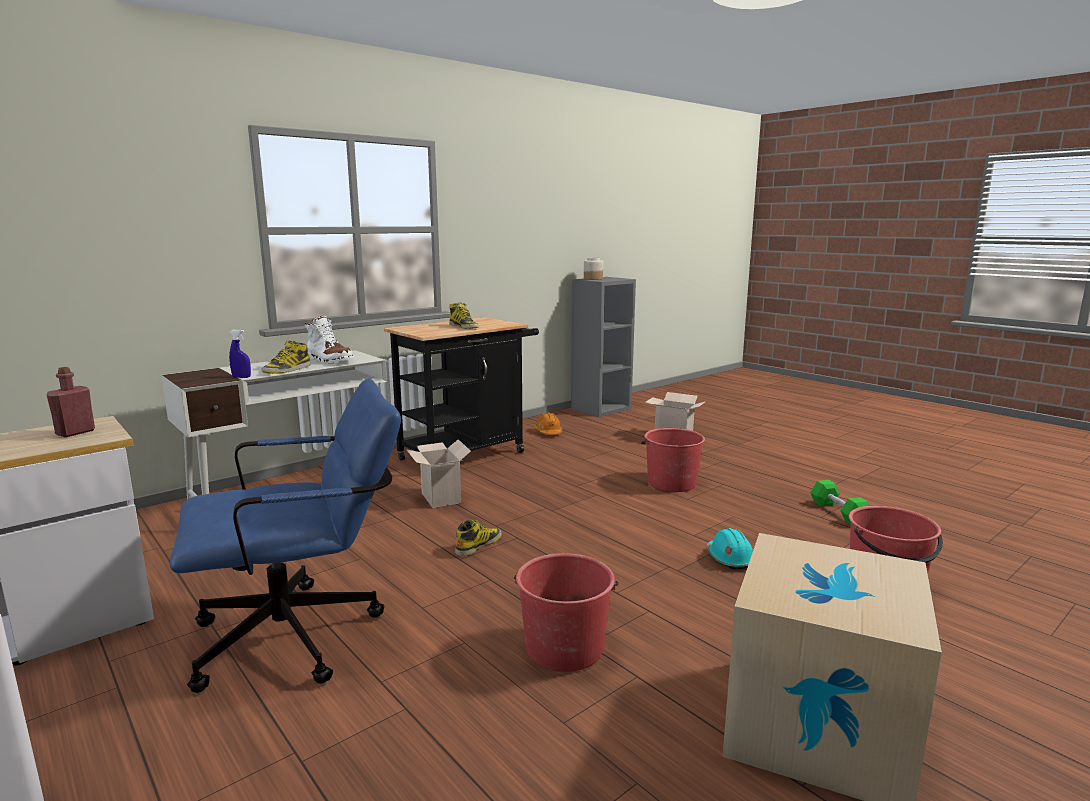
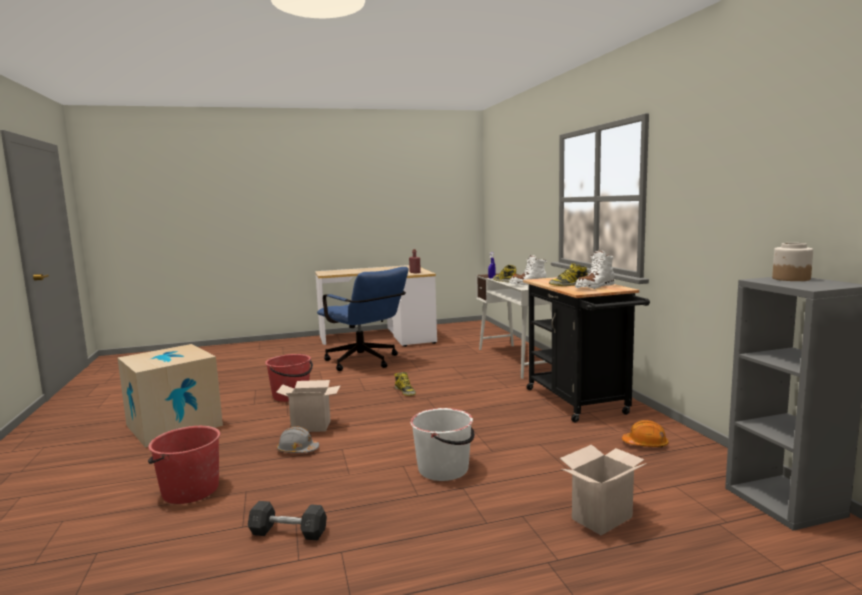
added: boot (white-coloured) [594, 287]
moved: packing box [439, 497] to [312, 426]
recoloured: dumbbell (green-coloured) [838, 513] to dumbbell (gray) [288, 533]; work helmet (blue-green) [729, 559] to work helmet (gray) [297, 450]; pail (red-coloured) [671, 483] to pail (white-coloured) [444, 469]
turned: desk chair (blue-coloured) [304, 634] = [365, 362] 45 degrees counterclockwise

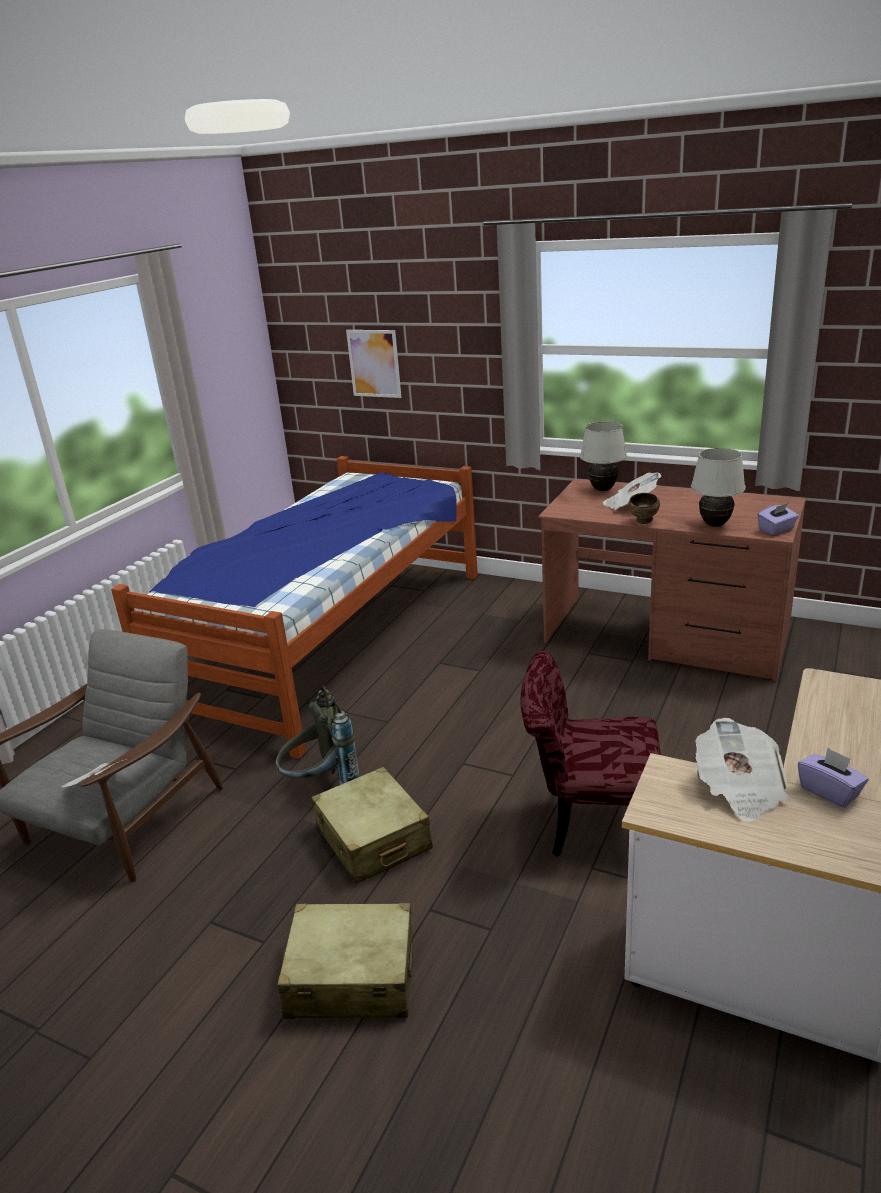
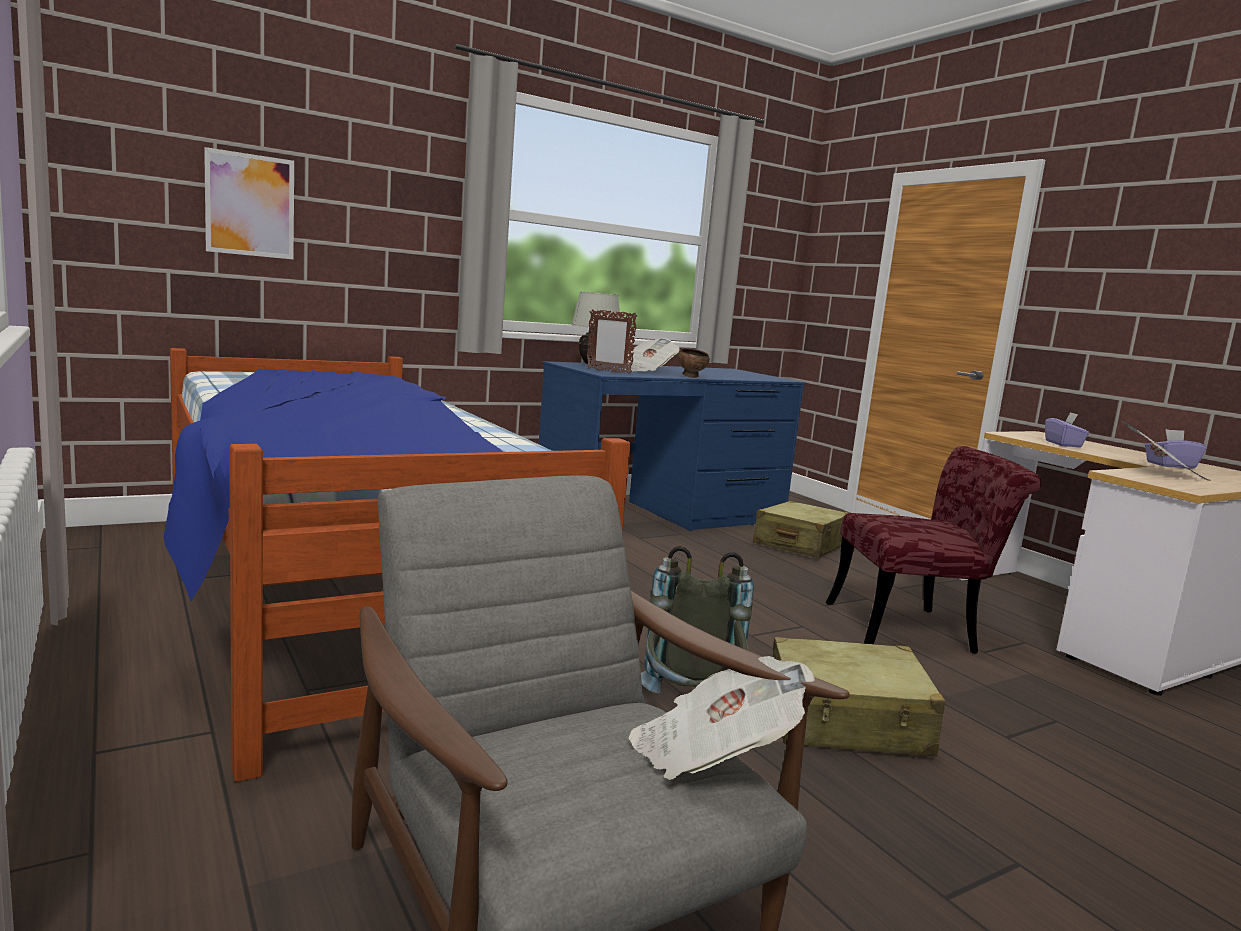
removed: tabletop lamp (white-coloured) [715, 525]
added: standing frame [608, 371]
moved: suitcase (sand-coloured) [351, 976] to [800, 545]; tissue holder (purplish) [776, 529] to [1063, 444]
recoloured: desk table (brown) [666, 635] to desk table (blue-coloured) [663, 515]
turned: upright chair (red-coloured) [590, 822] = [915, 629] 135 degrees counterclockwise

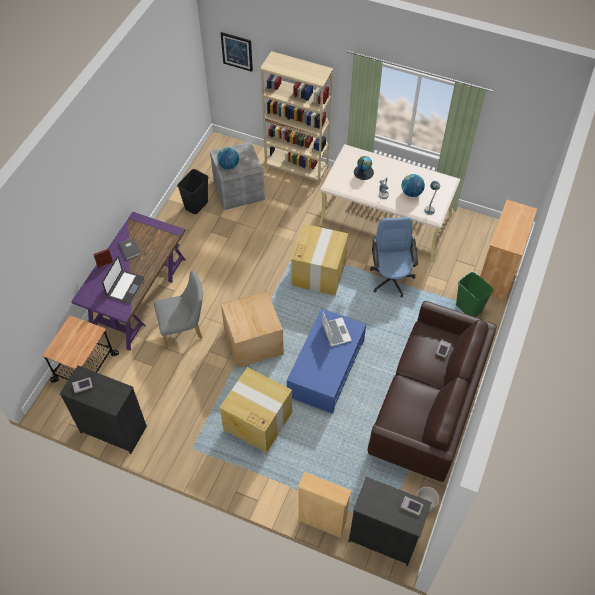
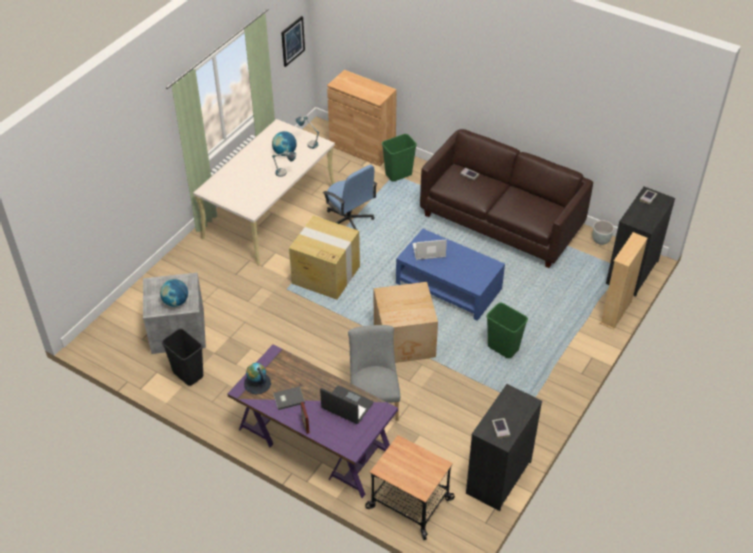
removed: bookshelf (sand-coloured) [296, 167]
moved: globe [363, 172] to [257, 383]; wall picture [237, 51] to [292, 41]
replaced: packing box [257, 421] to rubbish bin (green-coloured) [502, 348]
turned: desk chair (blue-coloured) [391, 278] = [349, 221] 135 degrees counterclockwise

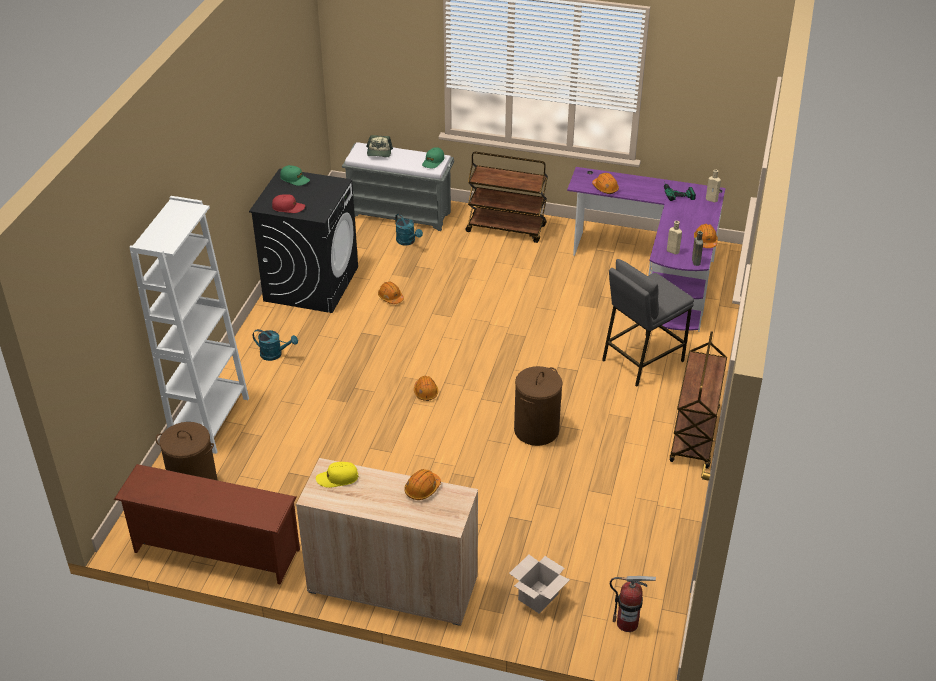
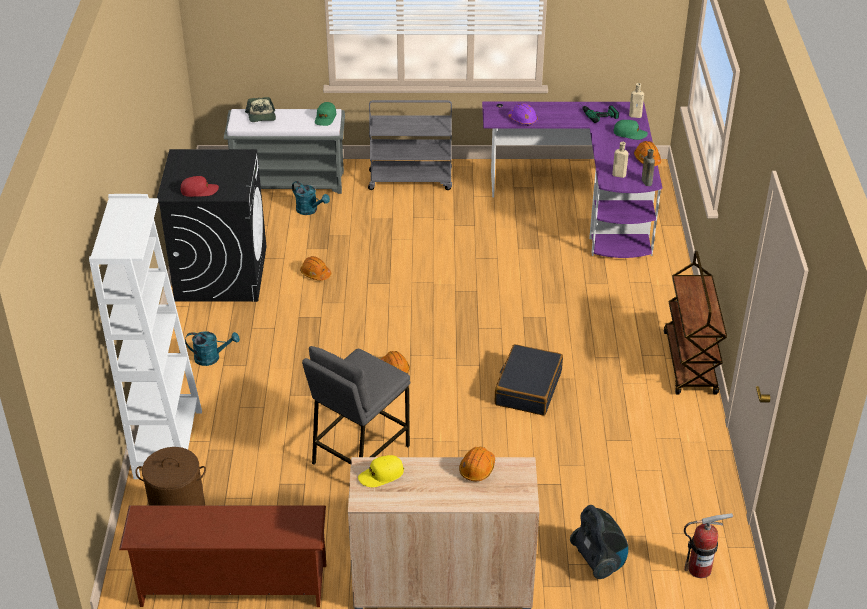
moved: sitting stool (gray) [642, 360] to [359, 454]; baseball cap (green-coloured) [295, 179] to [630, 133]
replaced: laundry basket (brown) [536, 430] to suitcase (blackish) [527, 388]; packing box [538, 596] to vacuum [599, 560]
recoloured: wheeled cart (brown) [506, 228] to wheeled cart (gray) [411, 180]; work helmet (orangey) [605, 188] to work helmet (purplish) [522, 120]

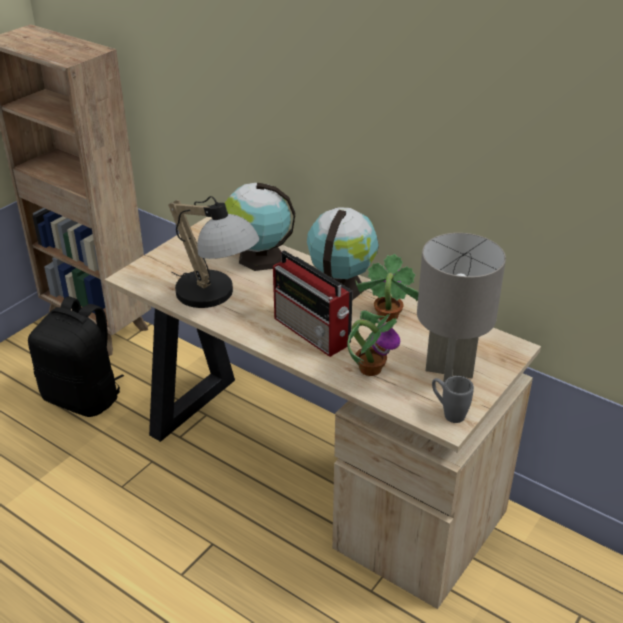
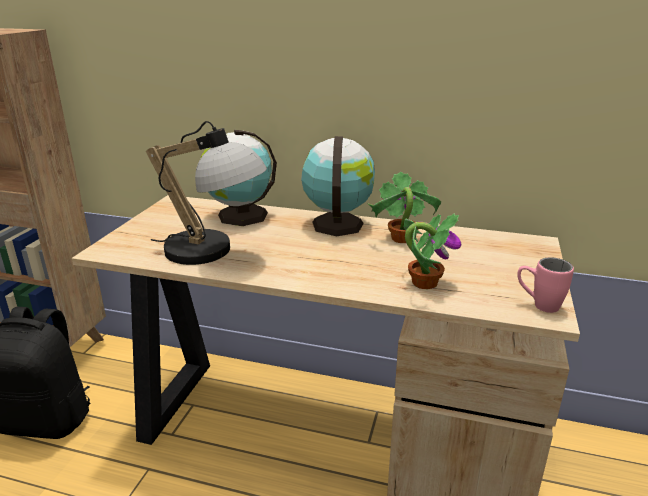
removed: radio set [313, 332]; tabletop lamp (gray) [448, 372]
recoloured: mug (gray) [448, 413] to mug (pinkish) [538, 305]

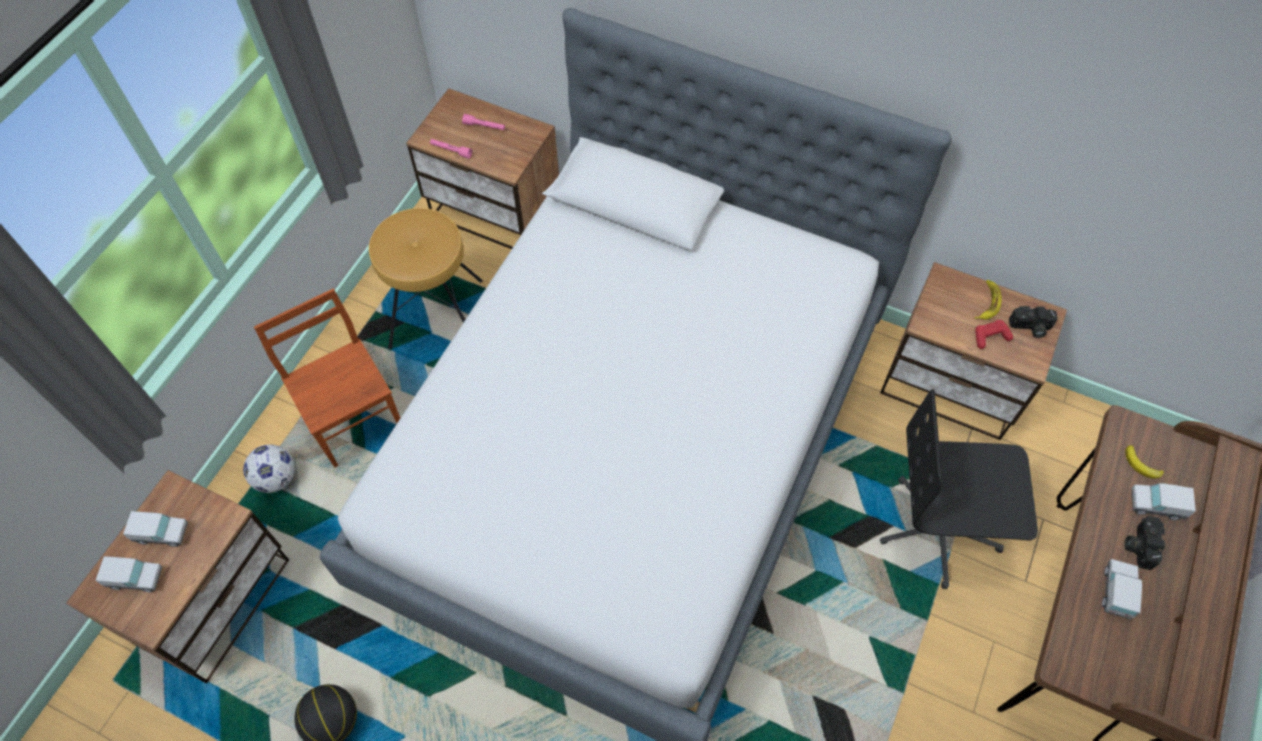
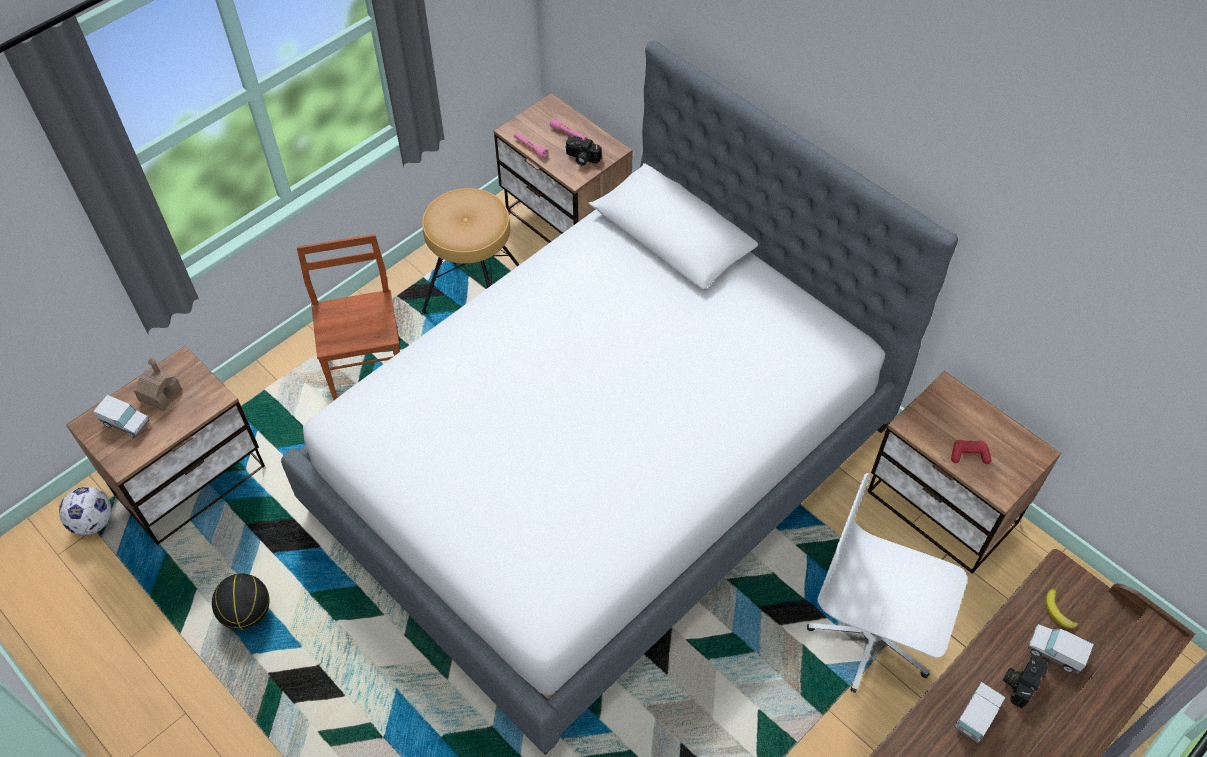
removed: banana [987, 302]
moved: ball for football [276, 478] to [94, 522]; photo camera [1030, 328] to [581, 158]
replaced: toy truck [162, 533] to toy house [160, 394]
recoloured: desk chair (blackish) [939, 529] to desk chair (white-coloured) [872, 636]

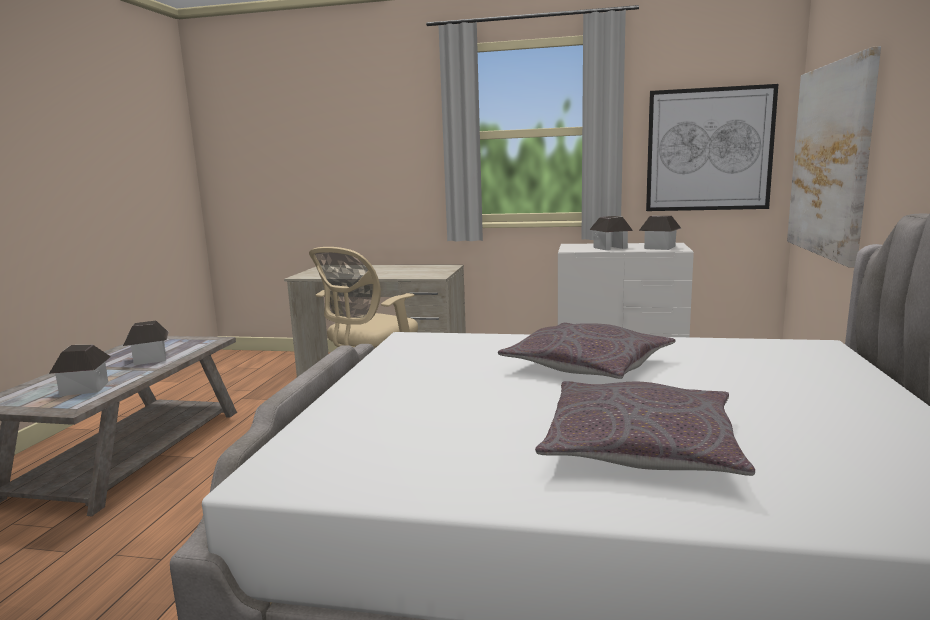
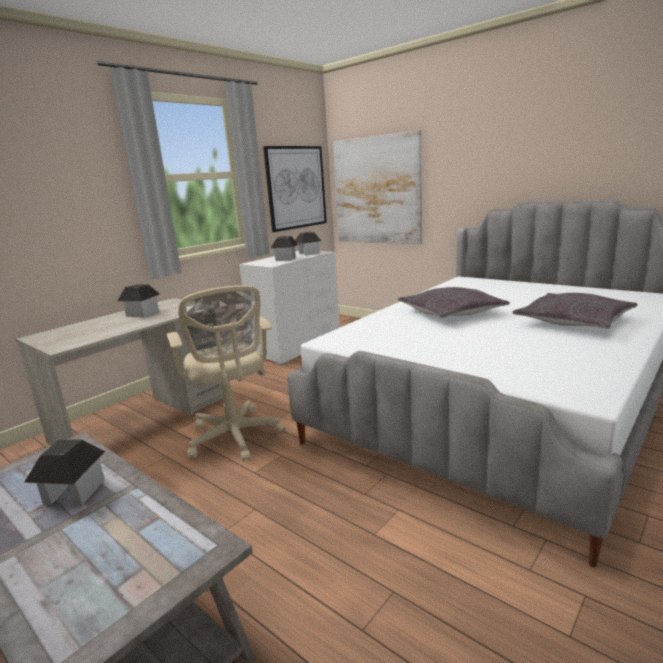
moved: toy house [85, 388] to [142, 313]

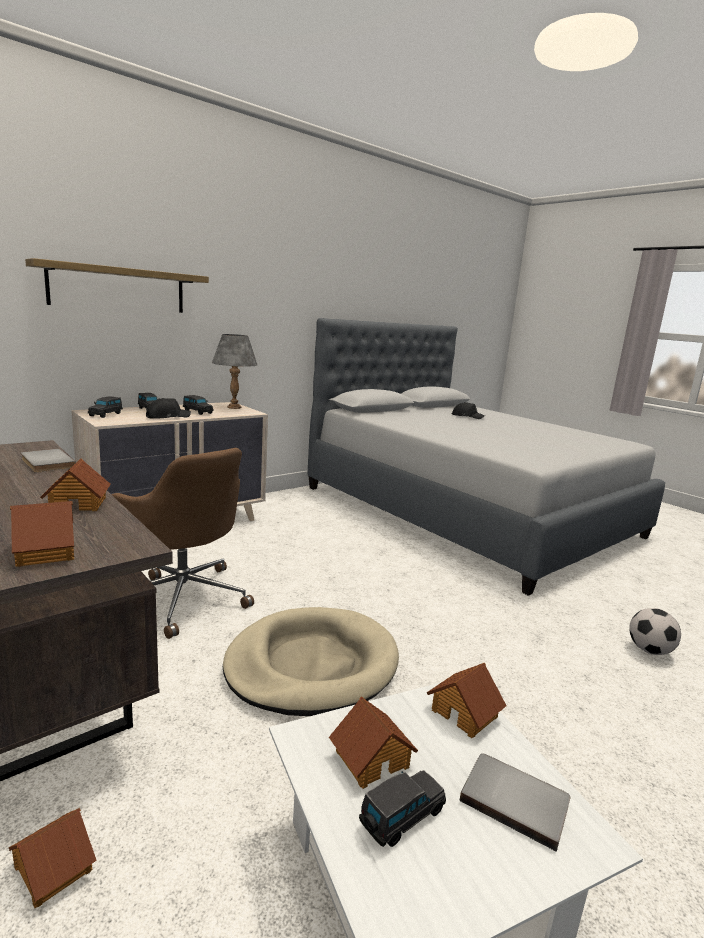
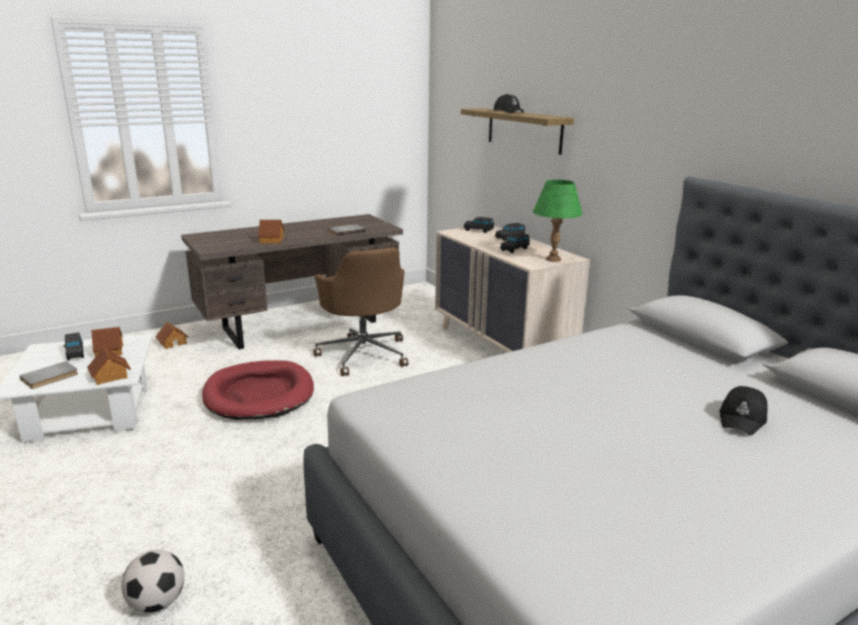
removed: toy house [47, 551]
moved: baseball cap (blackish) [167, 416] to [508, 112]
recoloured: dog bed (sand-coloured) [311, 665] to dog bed (red-coloured) [259, 394]; tabletop lamp (gray) [234, 407] to tabletop lamp (green-coloured) [553, 259]
turned: desk chair (brown) [183, 597] = [364, 354] 75 degrees counterclockwise

